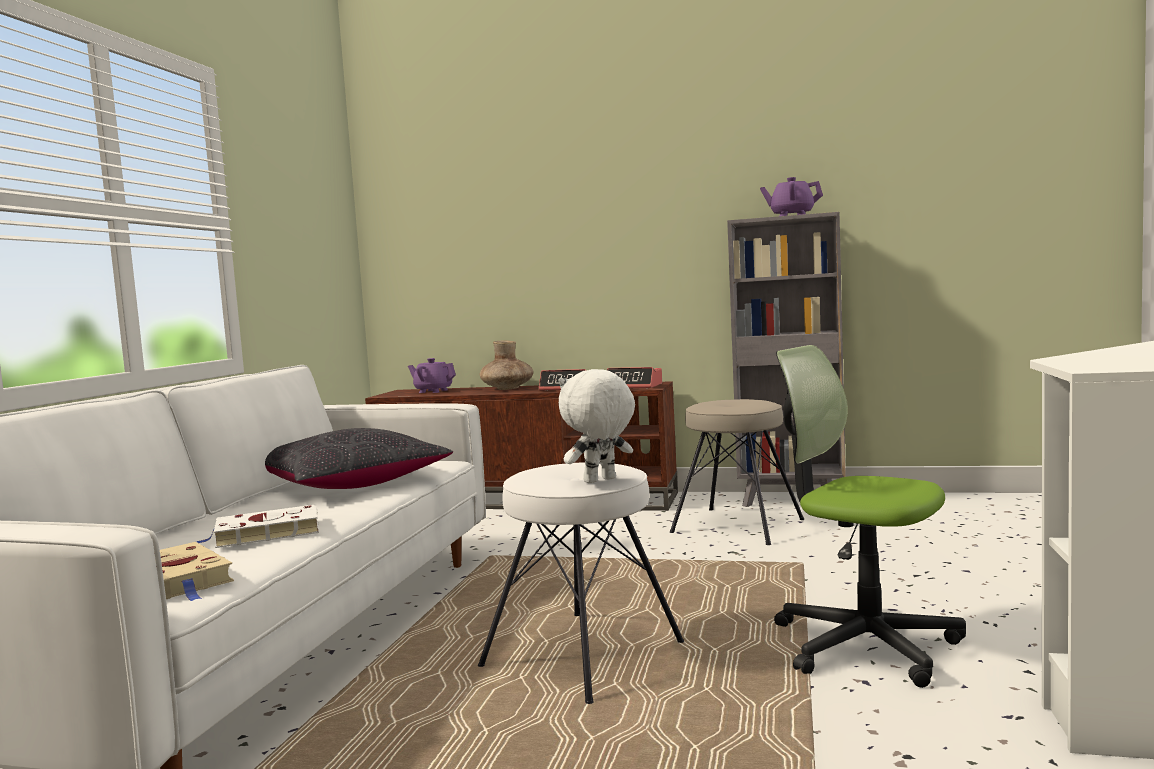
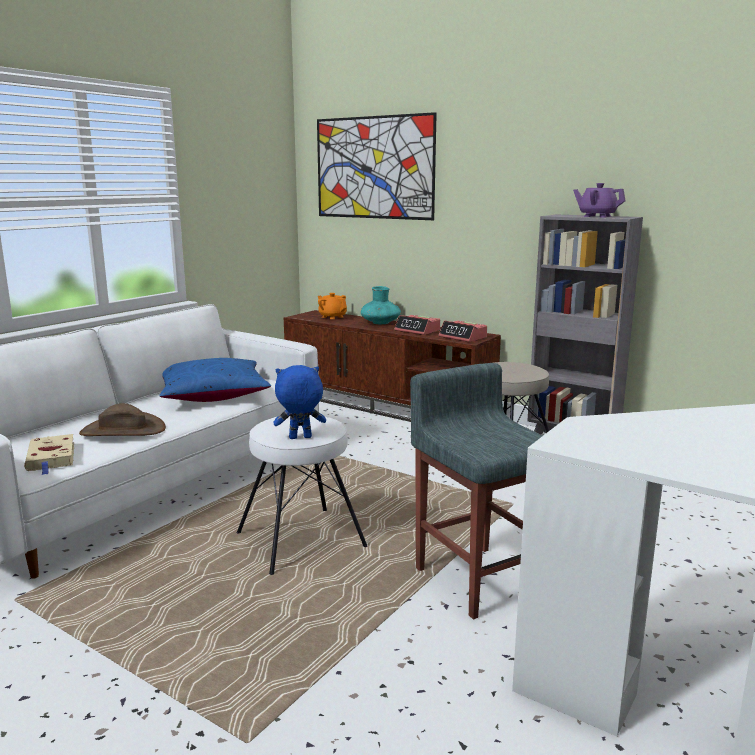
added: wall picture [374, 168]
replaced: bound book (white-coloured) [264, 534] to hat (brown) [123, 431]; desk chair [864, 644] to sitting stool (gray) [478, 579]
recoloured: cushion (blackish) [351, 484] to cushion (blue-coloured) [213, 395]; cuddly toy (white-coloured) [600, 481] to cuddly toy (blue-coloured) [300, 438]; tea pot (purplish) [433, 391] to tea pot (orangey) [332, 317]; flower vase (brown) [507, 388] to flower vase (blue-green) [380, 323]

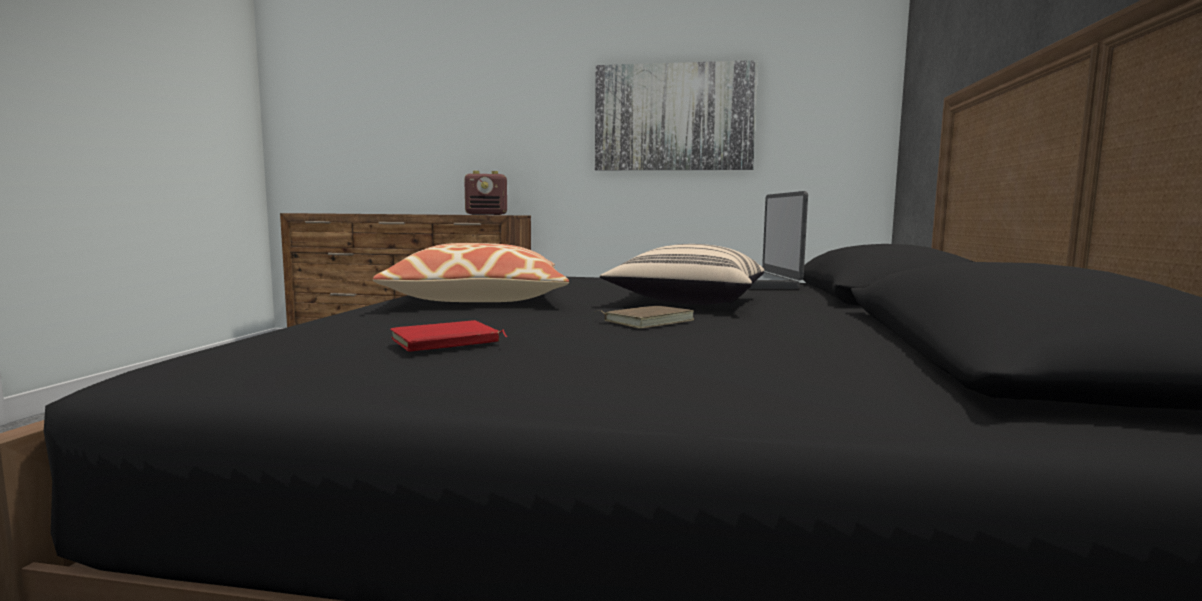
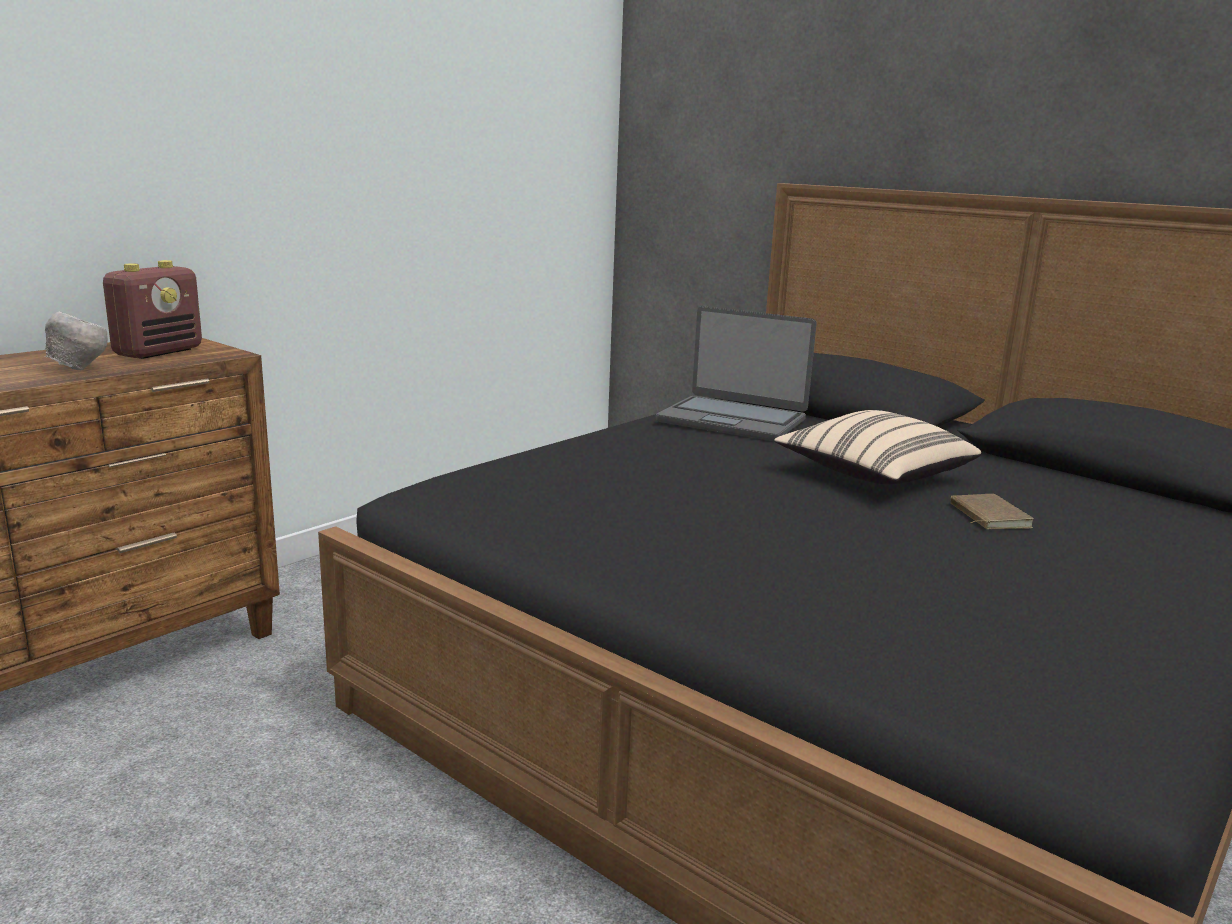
removed: cushion [478, 298]; bound book (red-coloured) [446, 343]; wall picture [674, 117]
added: bowl (gray) [79, 369]

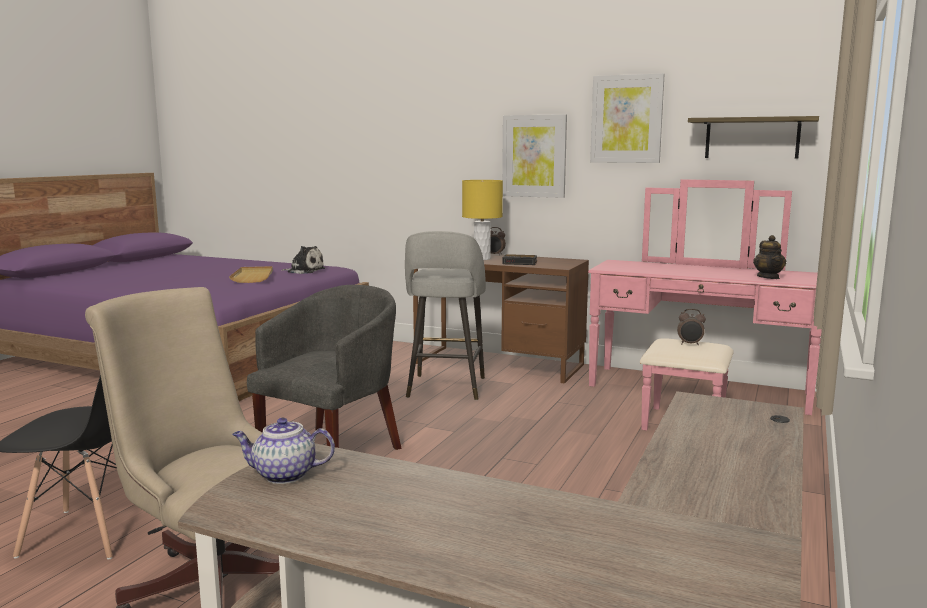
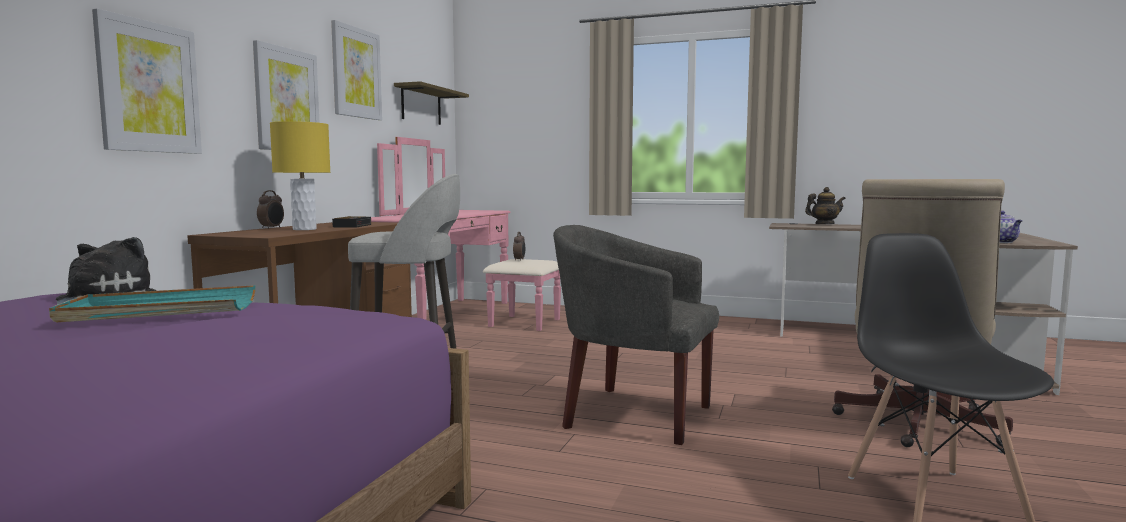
added: wall picture [149, 87]
moved: tea pot [768, 277] to [824, 224]
recoloured: serving tray (sand-coloured) [253, 277] to serving tray (blue-green) [160, 310]

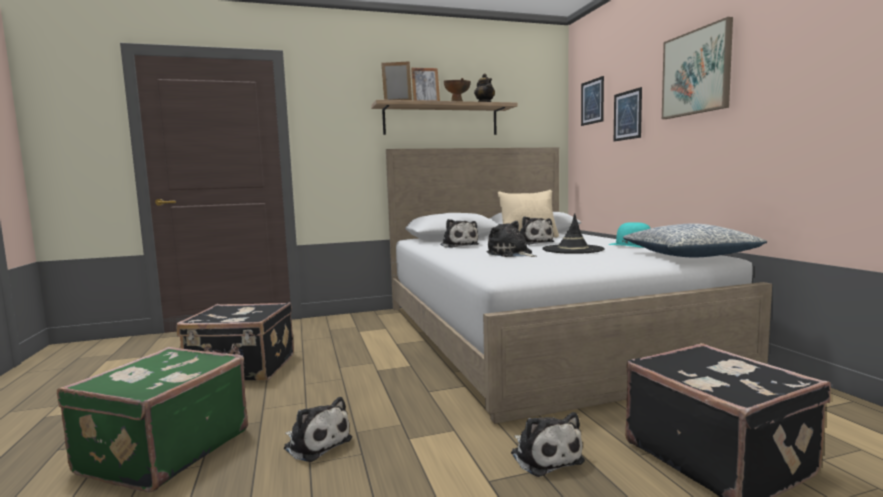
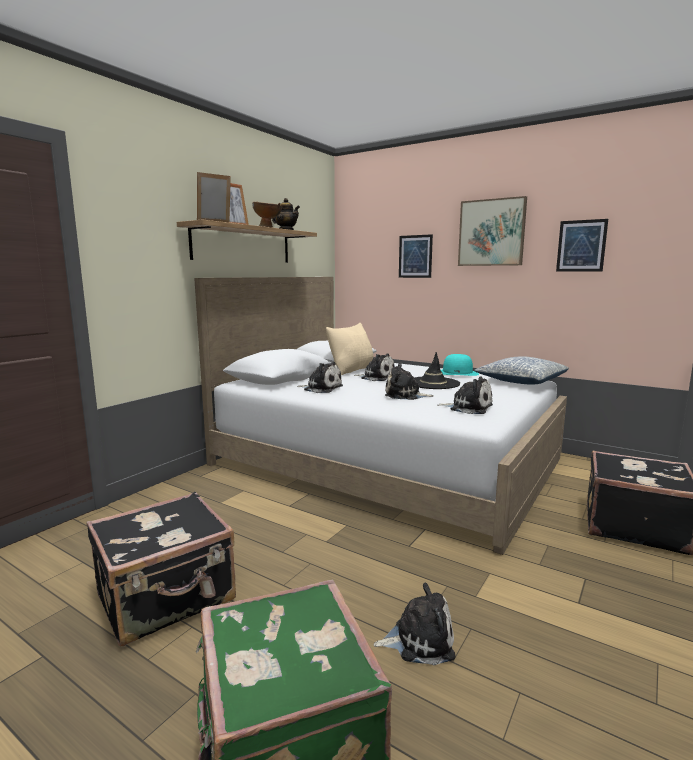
moved: cuddly toy [544, 456] to [468, 408]; wall picture [592, 102] to [581, 246]

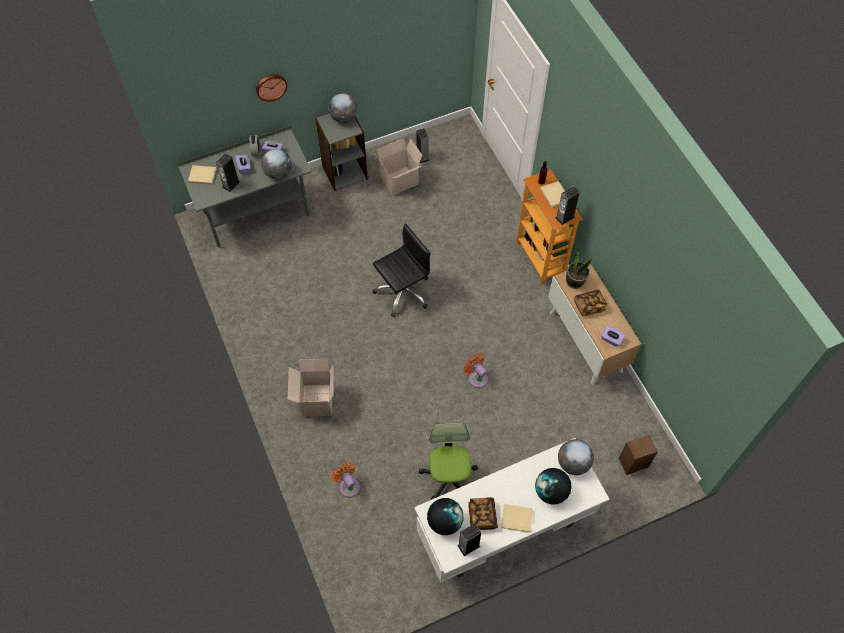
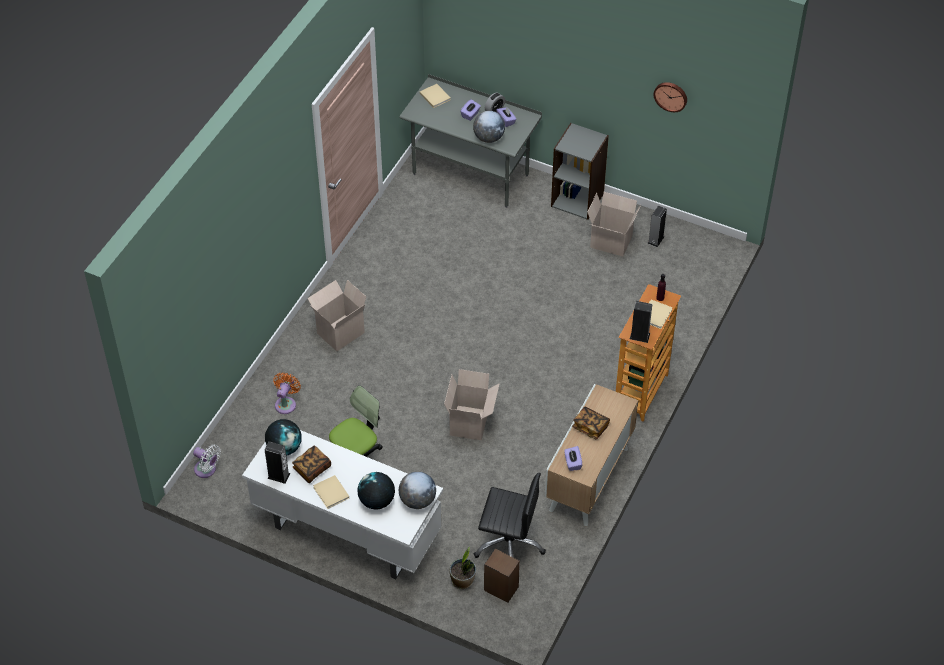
removed: speaker [231, 184]; globe [343, 118]
added: fan (white-coloured) [207, 470]
moved: potted plant [575, 281] to [462, 581]; desk chair (blackish) [402, 292] to [509, 545]; wall clock [271, 86] to [671, 96]
replaced: fan (orangey) [476, 377] to packing box [470, 424]

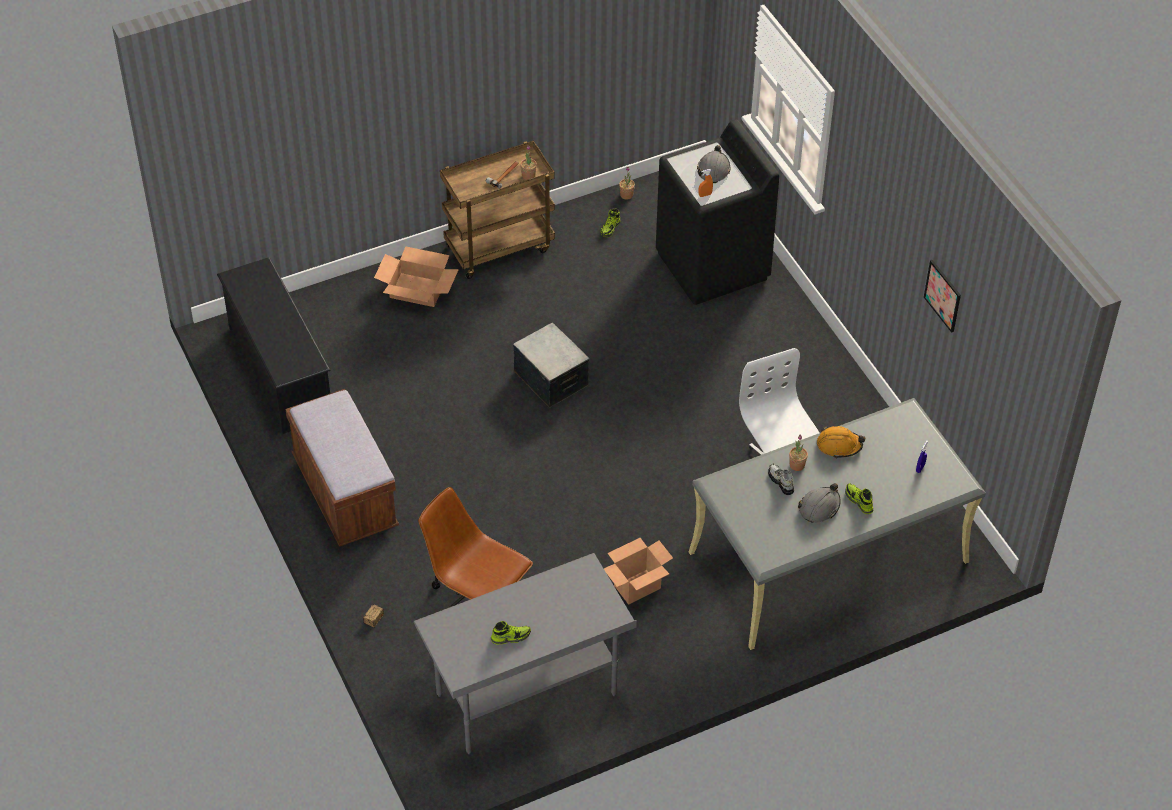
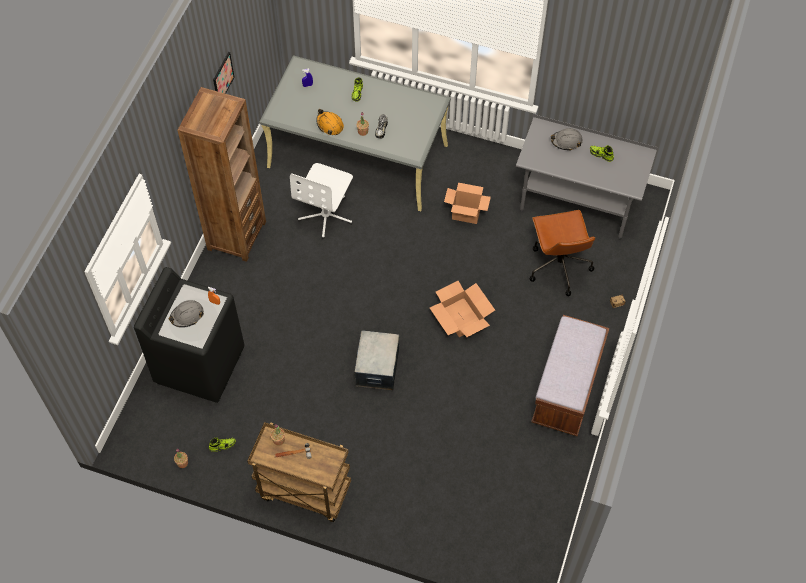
removed: shoe rack (blackish) [279, 371]
added: bookshelf (brown) [236, 235]
moved: packing box [417, 289] to [461, 317]; work helmet (gray) [819, 507] to [566, 141]

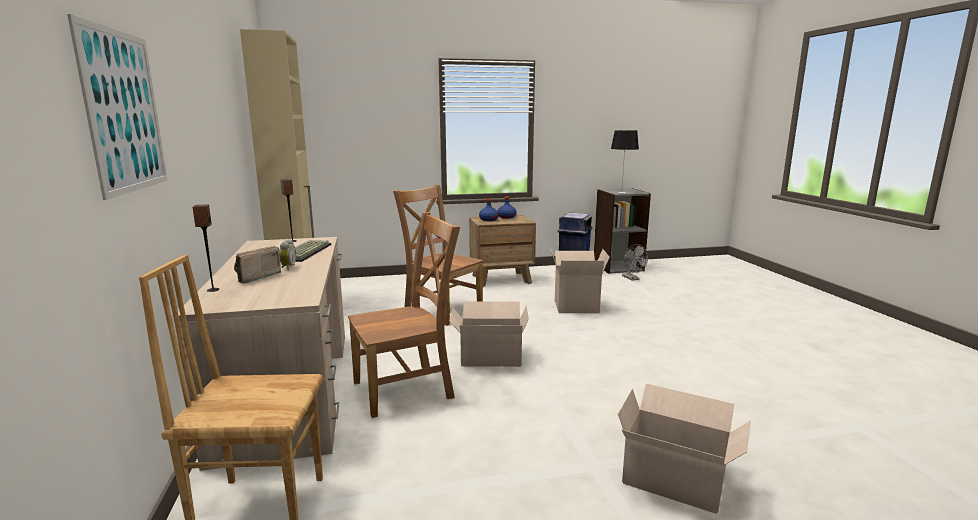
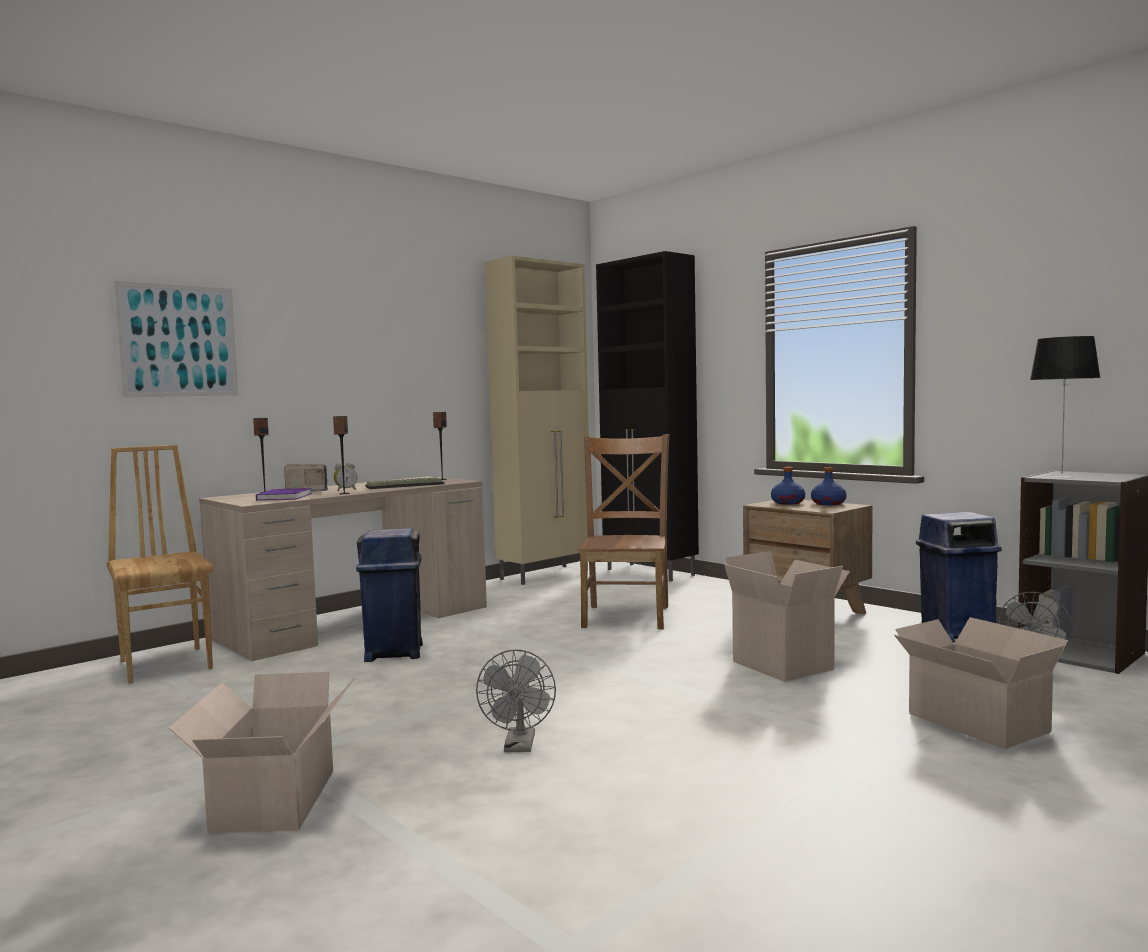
added: bound book (purplish) [285, 496]; speaker [344, 493]; fan (gray) [519, 747]; cupboard (blackish) [650, 572]
moved: packing box [489, 357] to [975, 721]
replaced: upright chair (brown) [407, 389] to rubbish bin (blue-coloured) [394, 652]

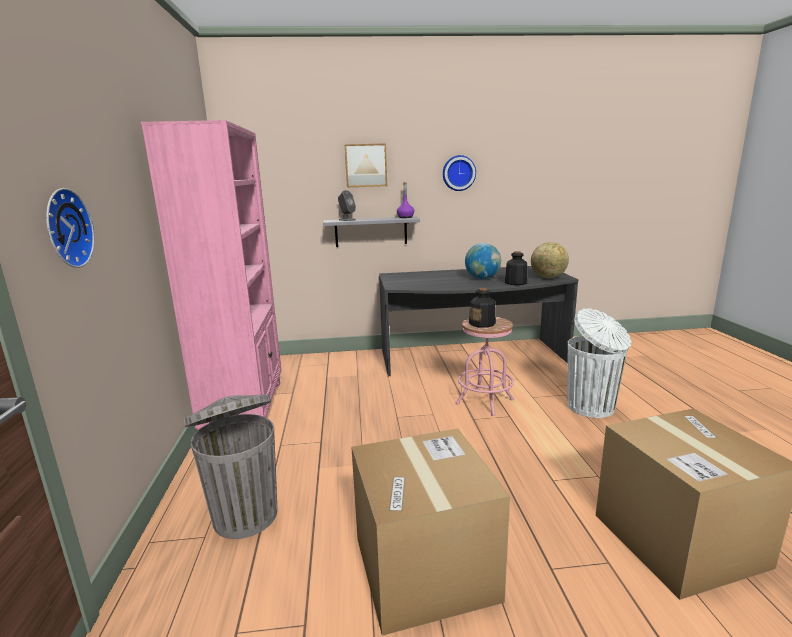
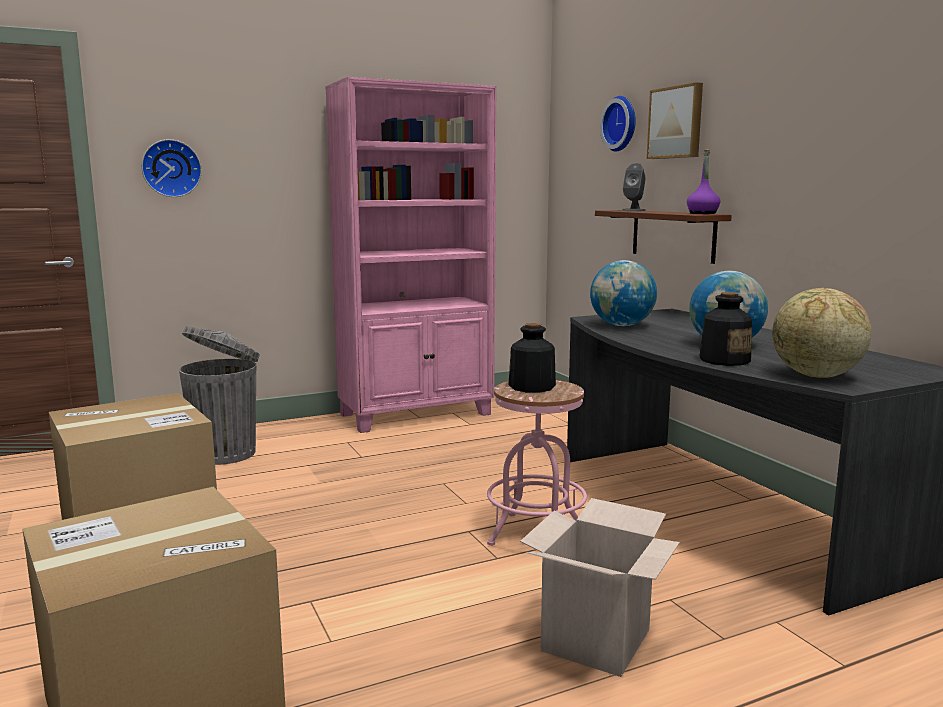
added: globe [621, 325]
moved: wall clock [458, 173] to [621, 124]
replaced: rubbish bin (white-coloured) [592, 407] to packing box [596, 641]
recoloured: shelf (gray) [371, 231] to shelf (brown) [672, 235]

